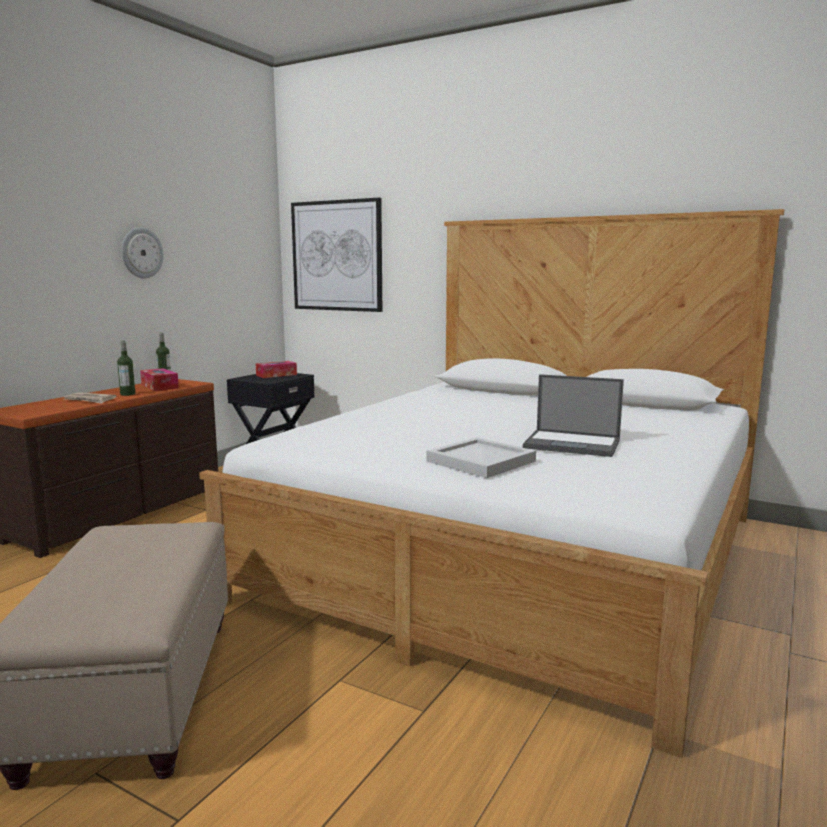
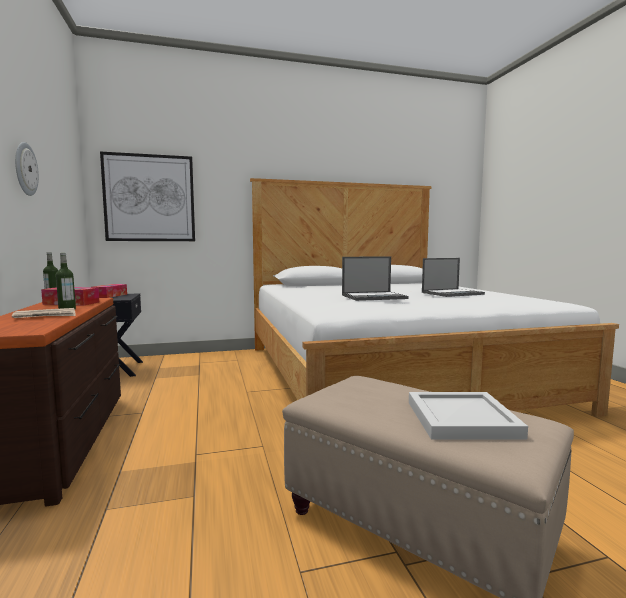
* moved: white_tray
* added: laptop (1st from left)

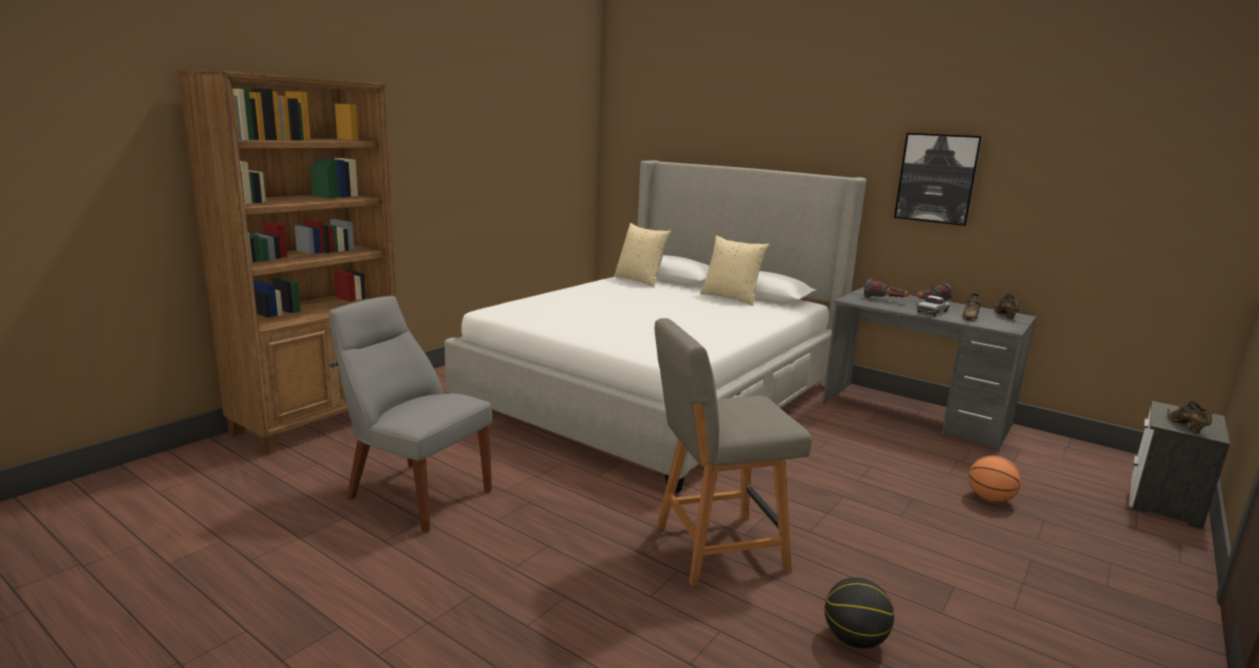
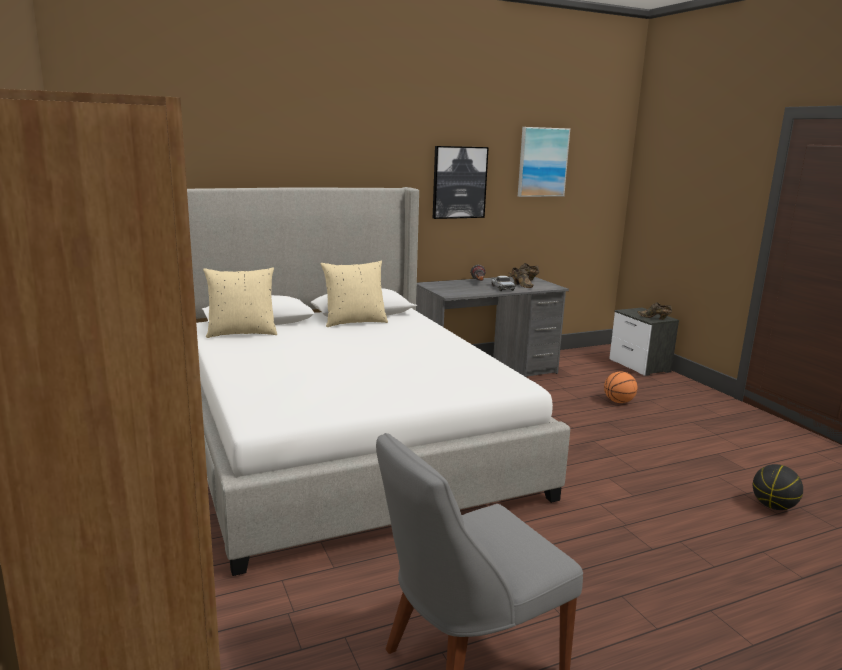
* removed: grey_chair (2nd from left)
* removed: flashlight (1st from left)
* added: picture (2nd from left)

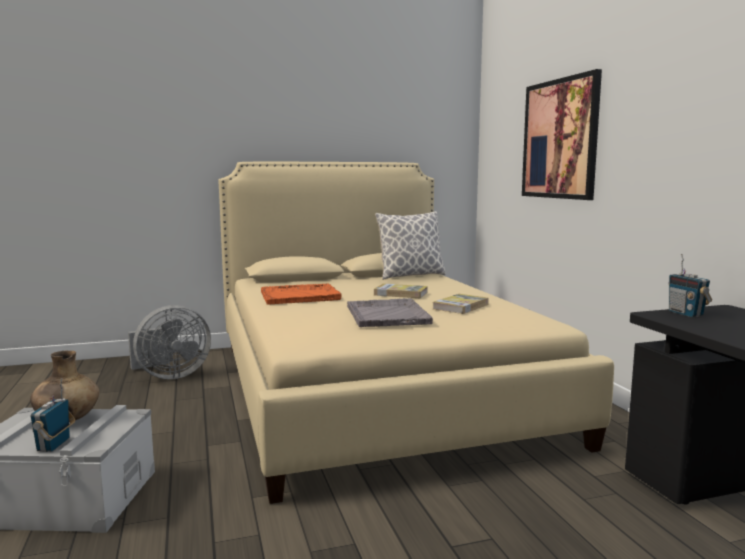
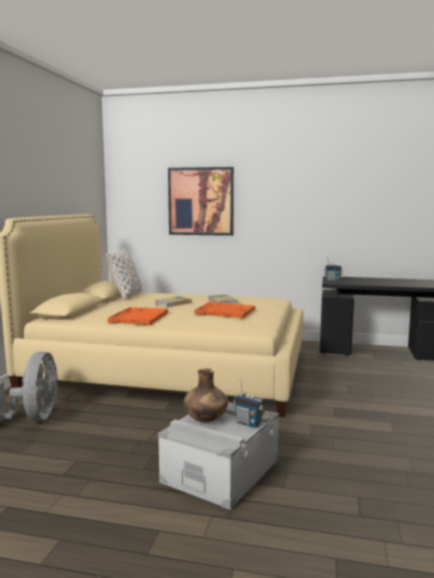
* recoloured: grey_tray to orange_tray (2nd from left)

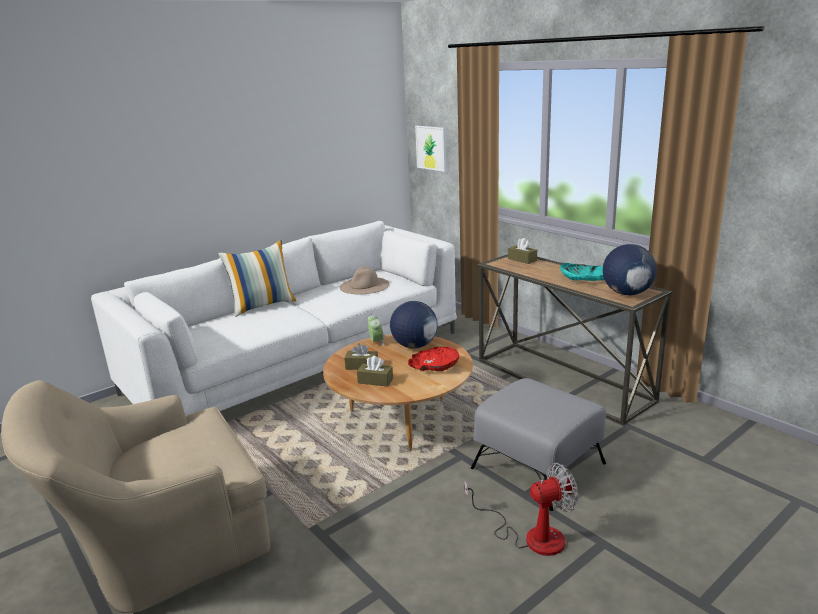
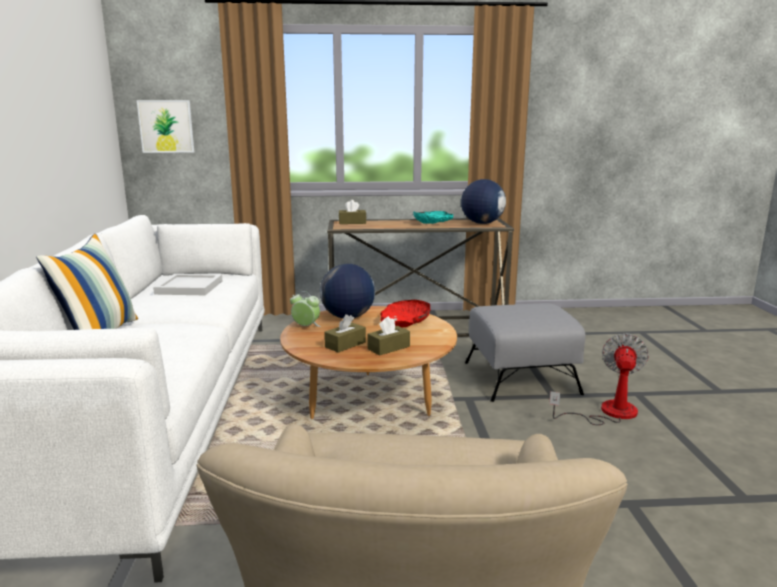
* replaced: beige_hat to white_tray

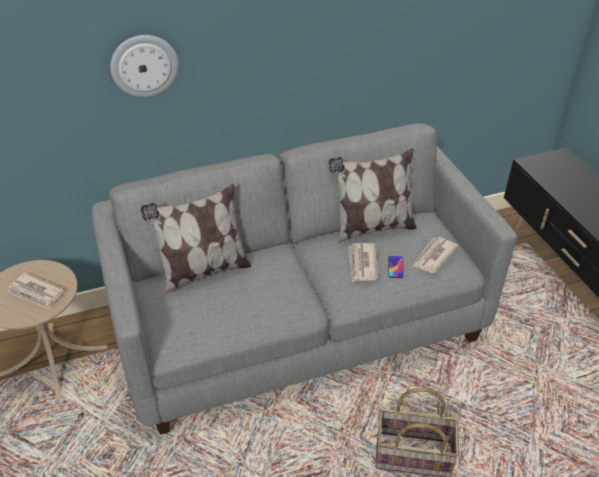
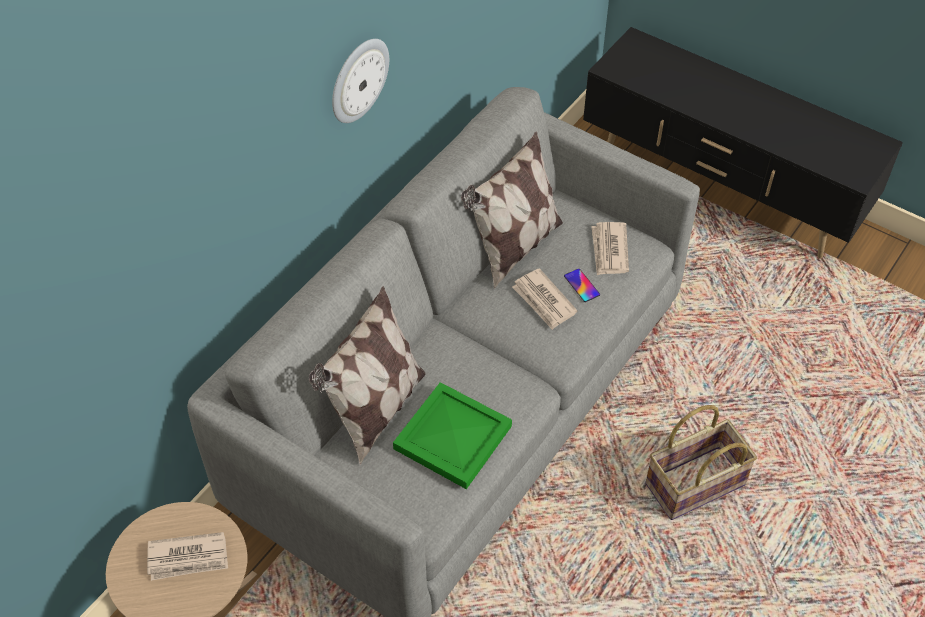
* moved: wall_clock
* added: green_tray

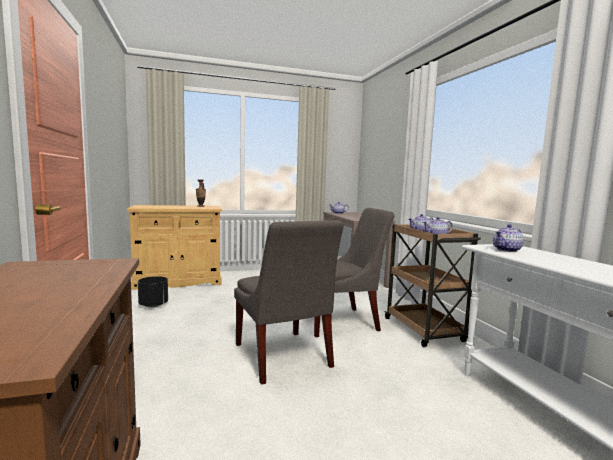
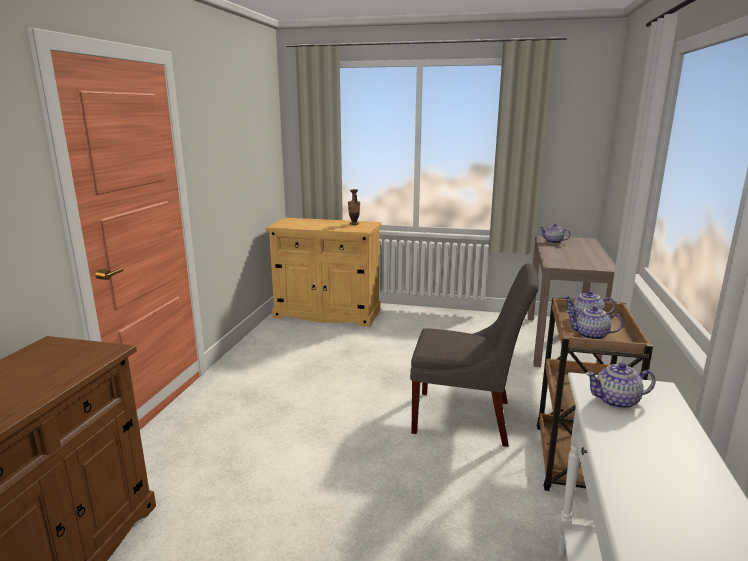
* removed: black_planter
* removed: grey_chair (1st from left)

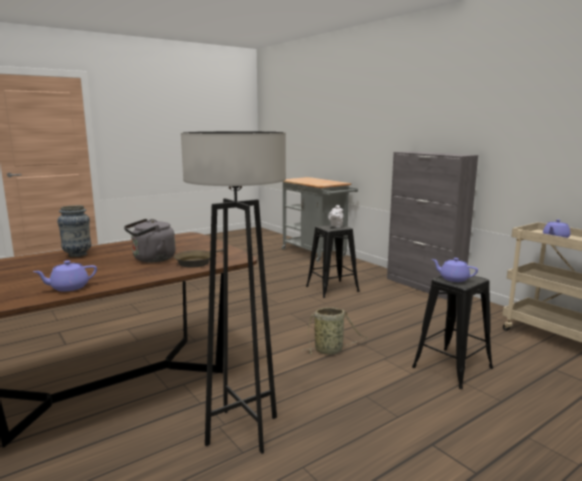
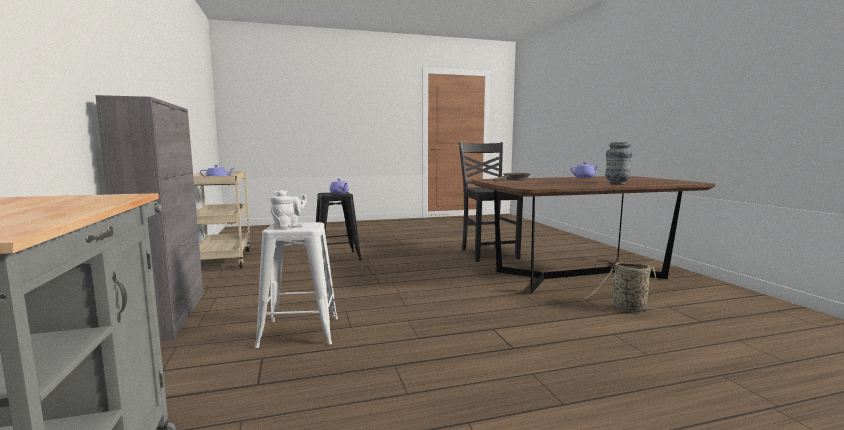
* removed: grey_kettle
* replaced: grey_floor_lamp to black_chair
* moved: basket
* recoloured: black_stool (1st from left) to white_stool

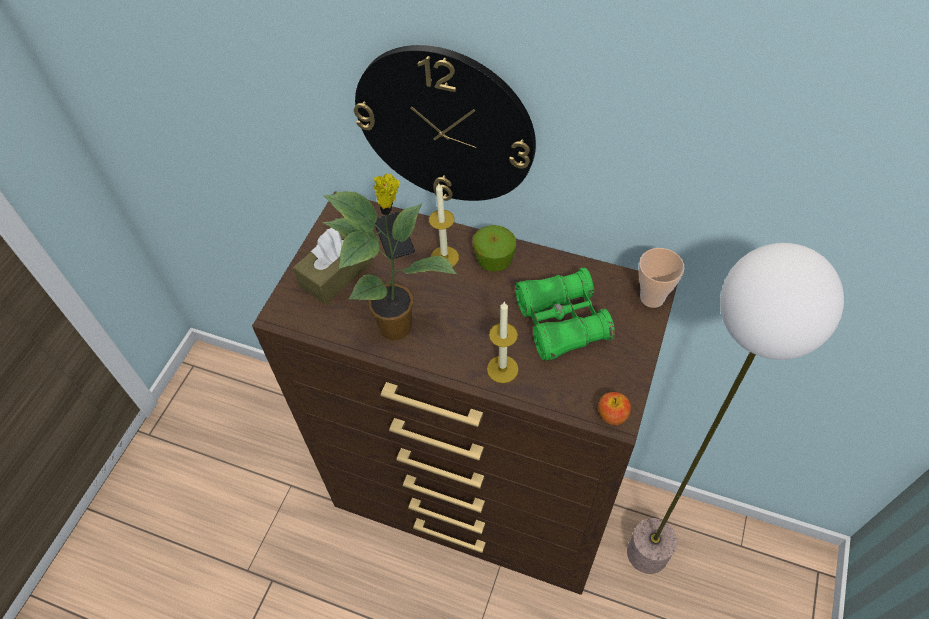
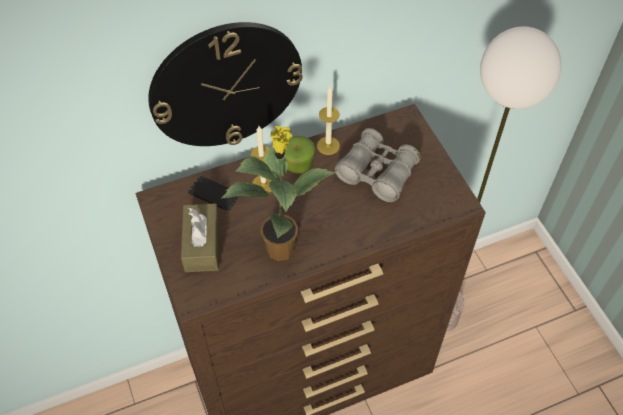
* moved: candle (2nd from left)
* recoloured: green_binoculars to grey_binoculars
* removed: apple (2nd from left)
* removed: cup

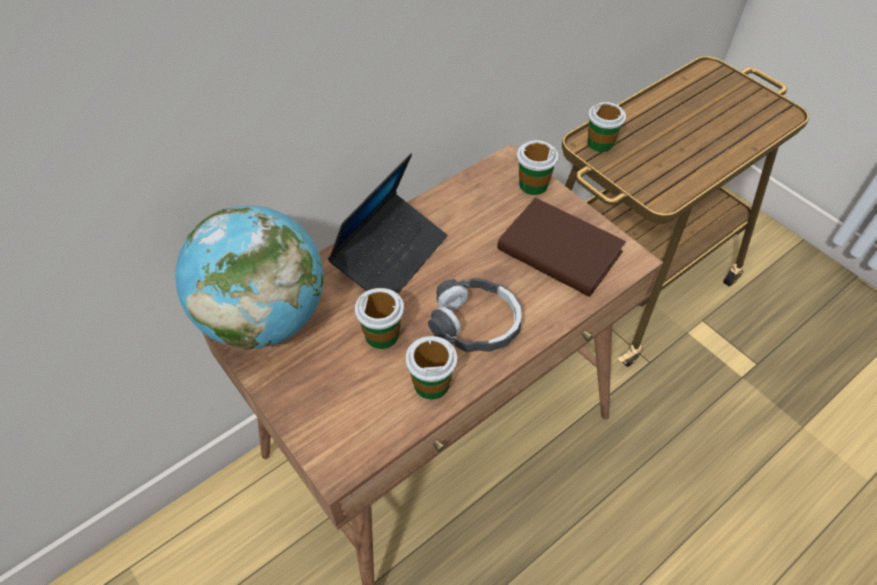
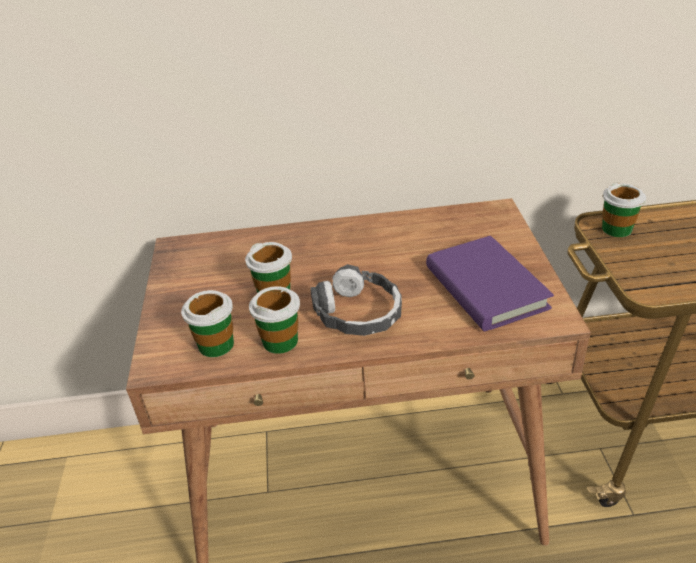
* removed: globe
* removed: laptop
* recoloured: brown_book to purple_book
* moved: cup (3rd from left in the first image) to cup (1st from left)

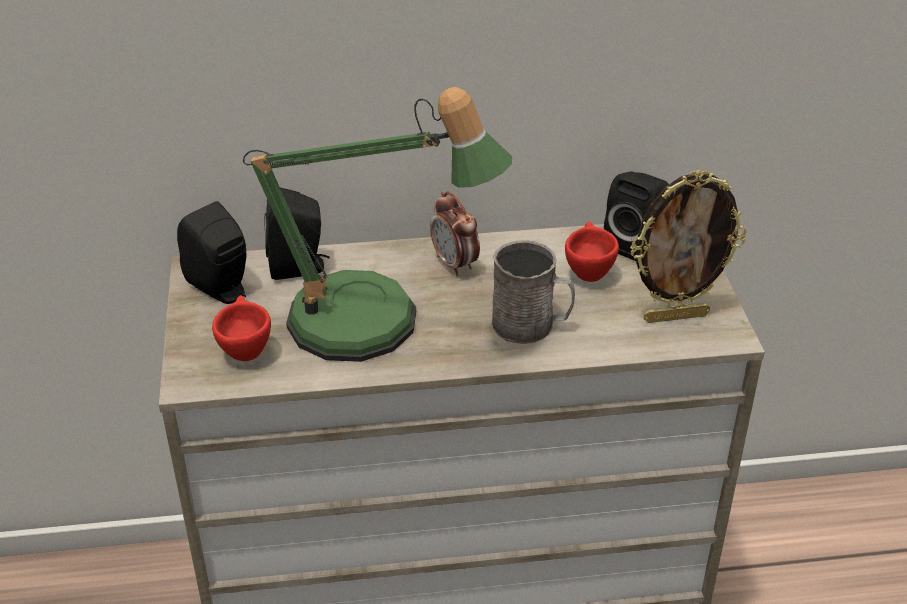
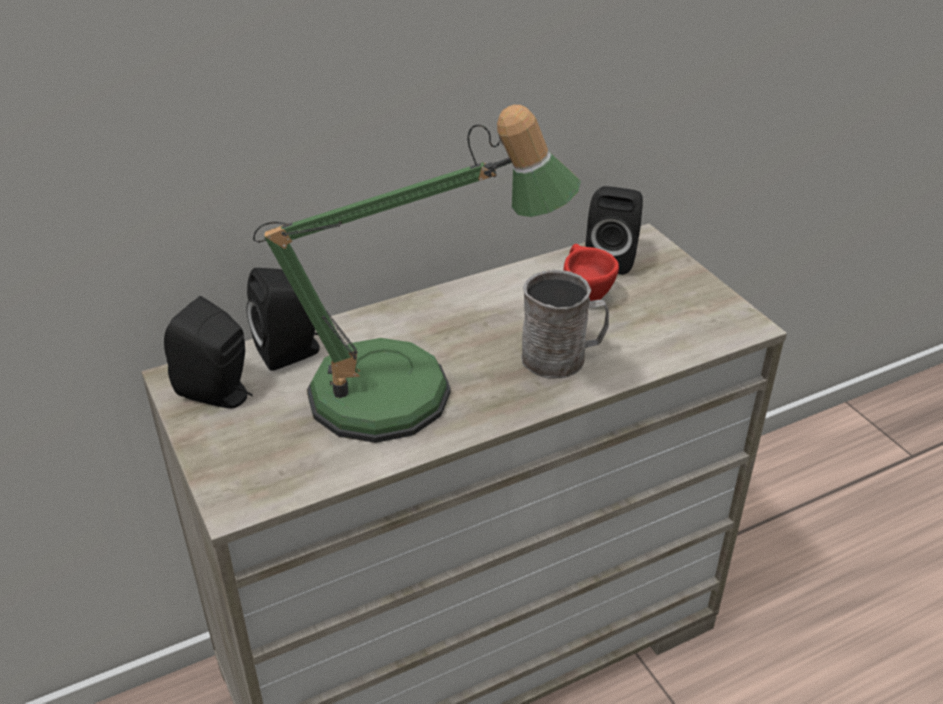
* removed: red_cup (1st from left)
* removed: alarm_clock
* removed: picture_frame

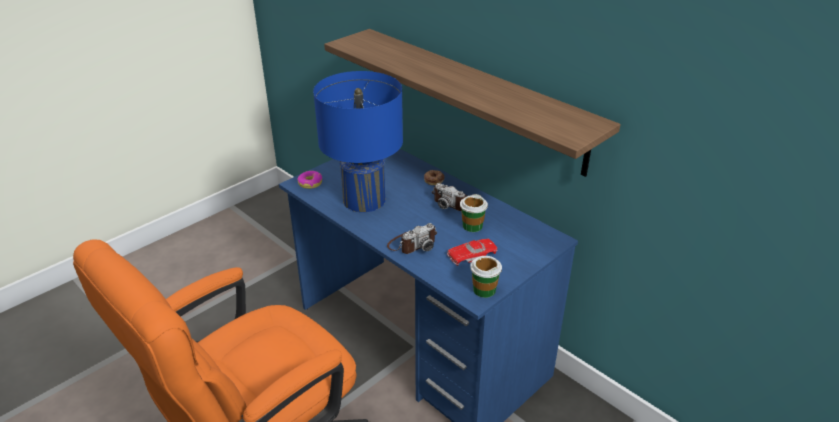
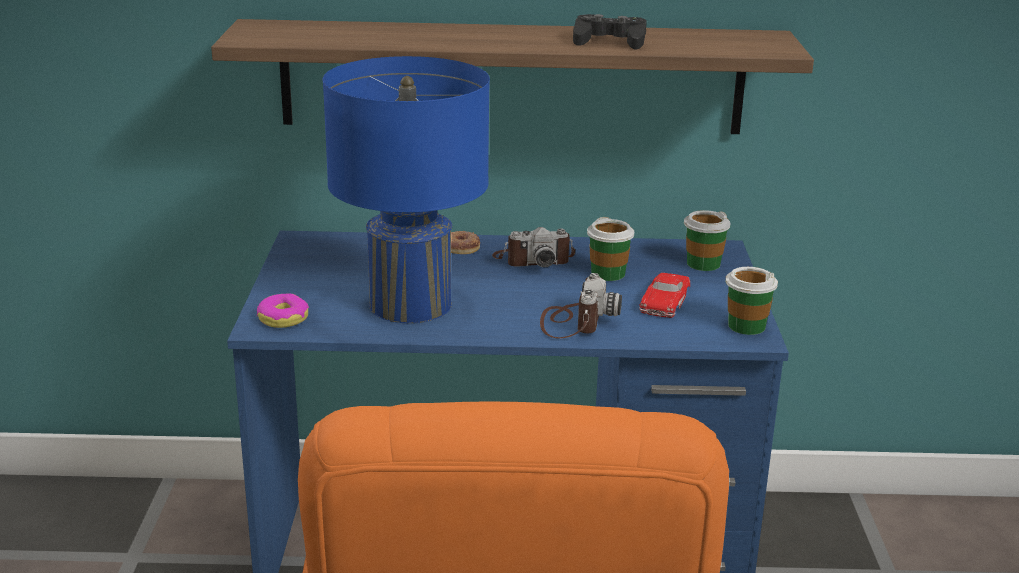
* added: black_game_controller
* added: cup (2nd from left)

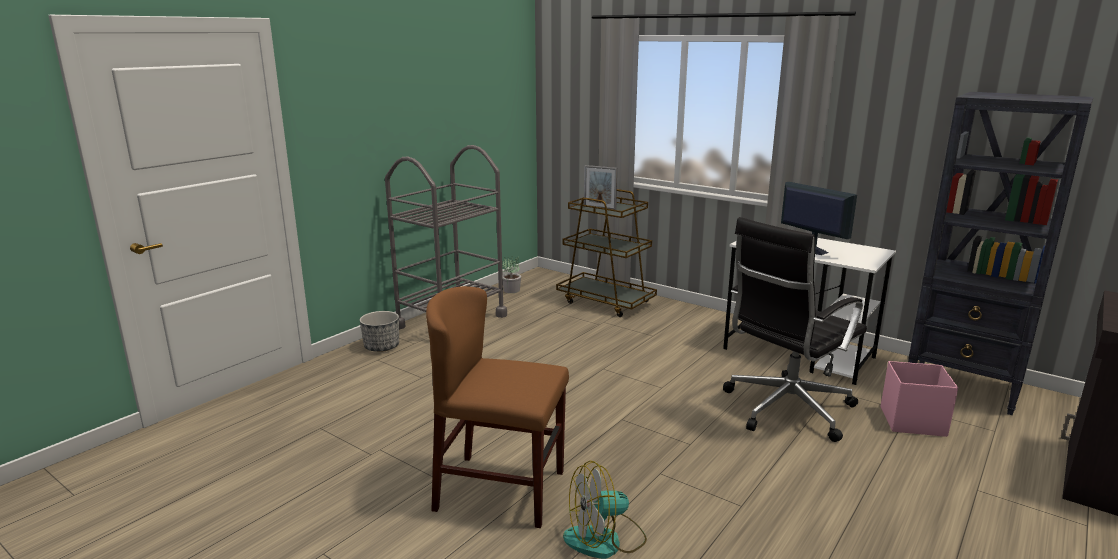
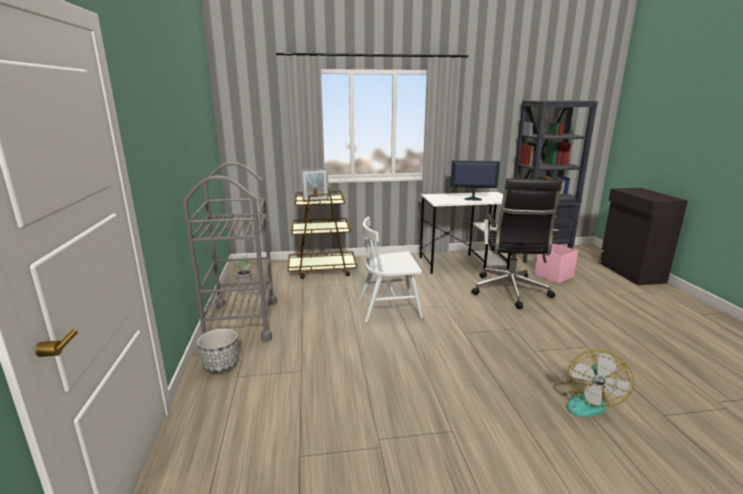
* removed: brown_chair
* added: white_chair

